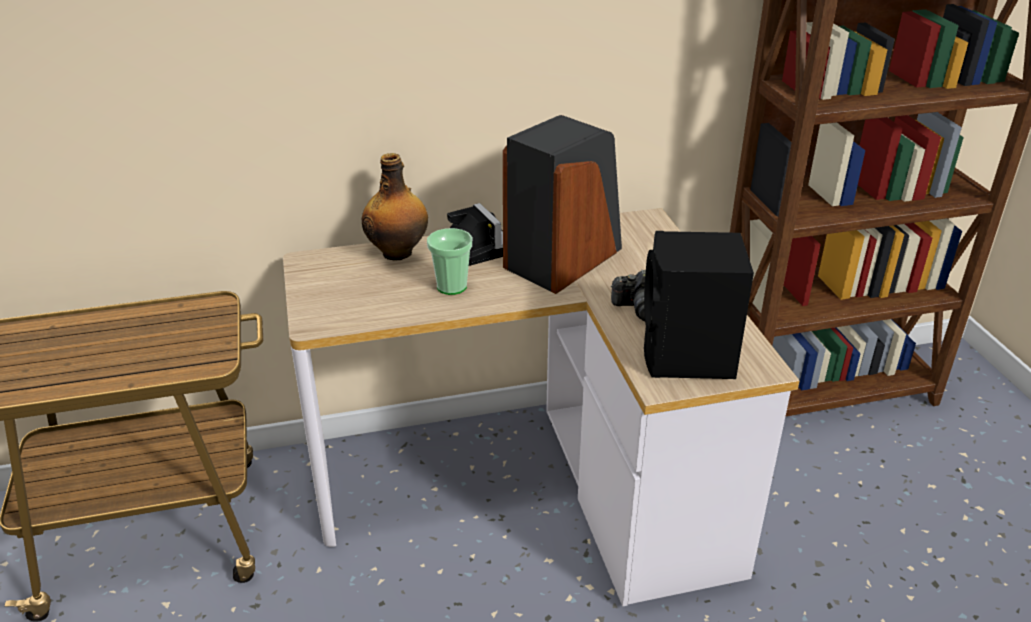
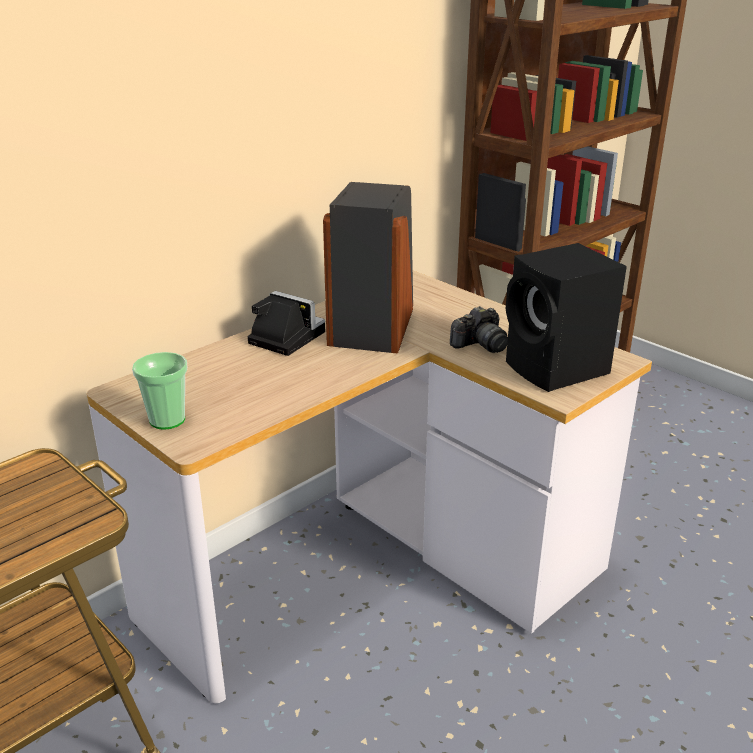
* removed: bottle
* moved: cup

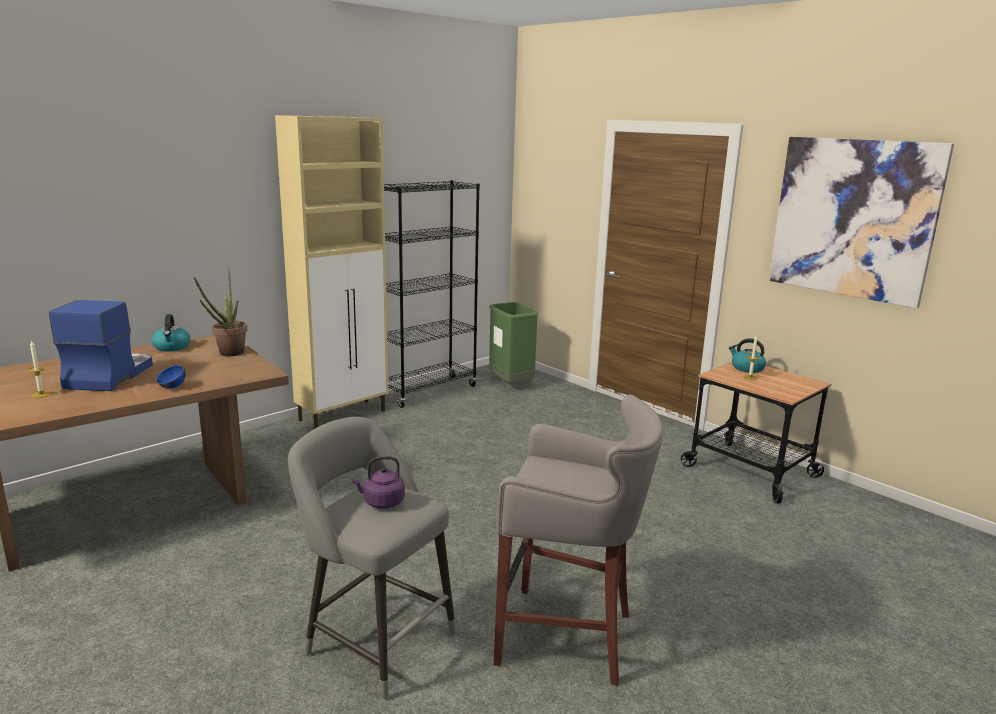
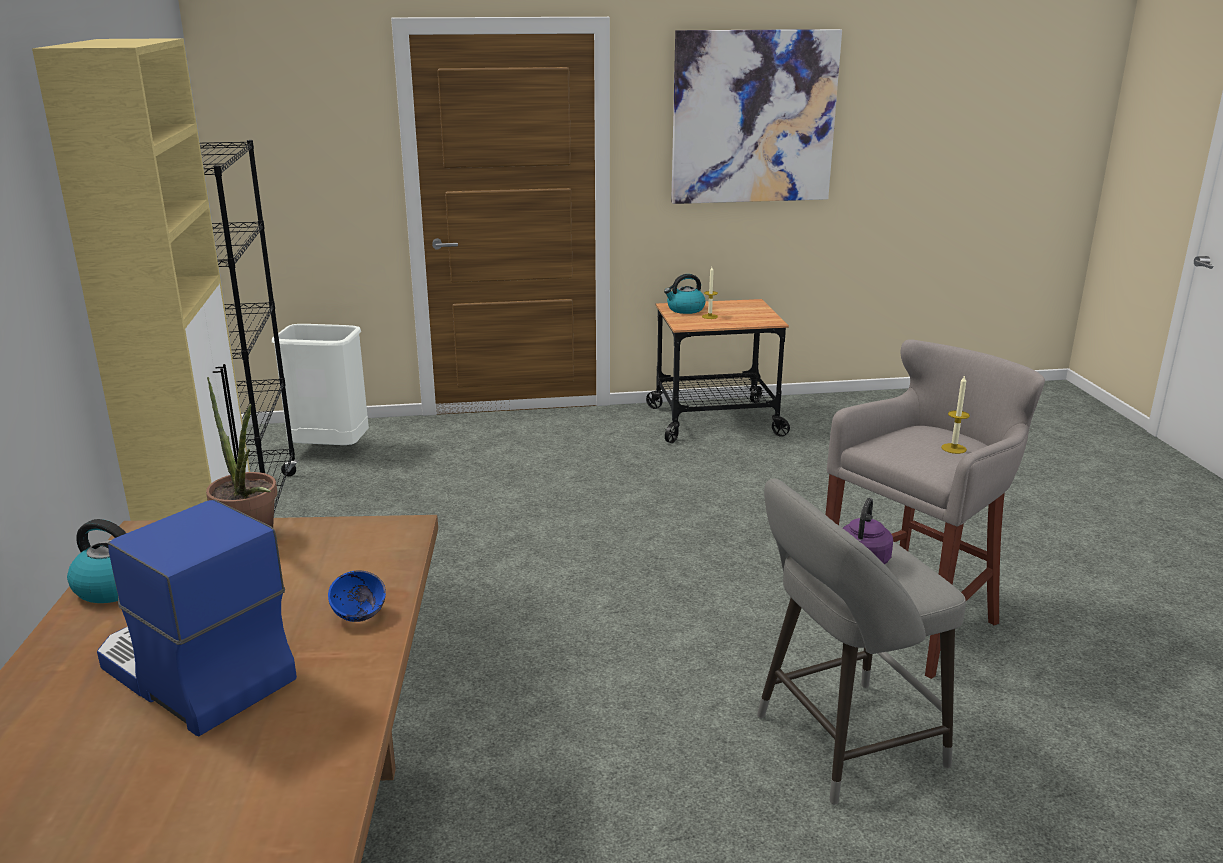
* moved: candle (1st from left in the first image) to candle (2nd from left)
* recoloured: green_trash_can to white_trash_can

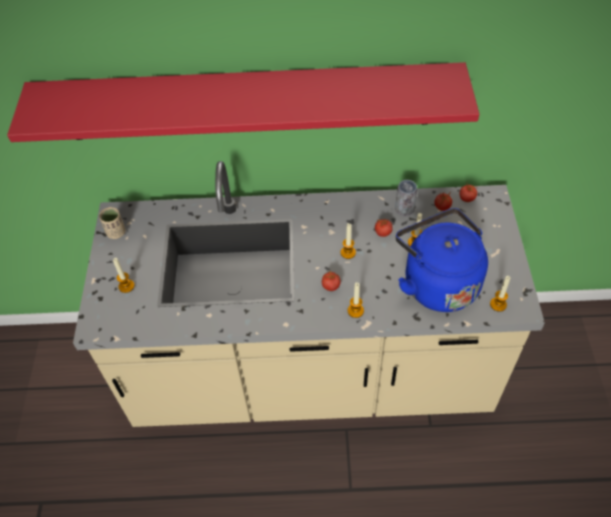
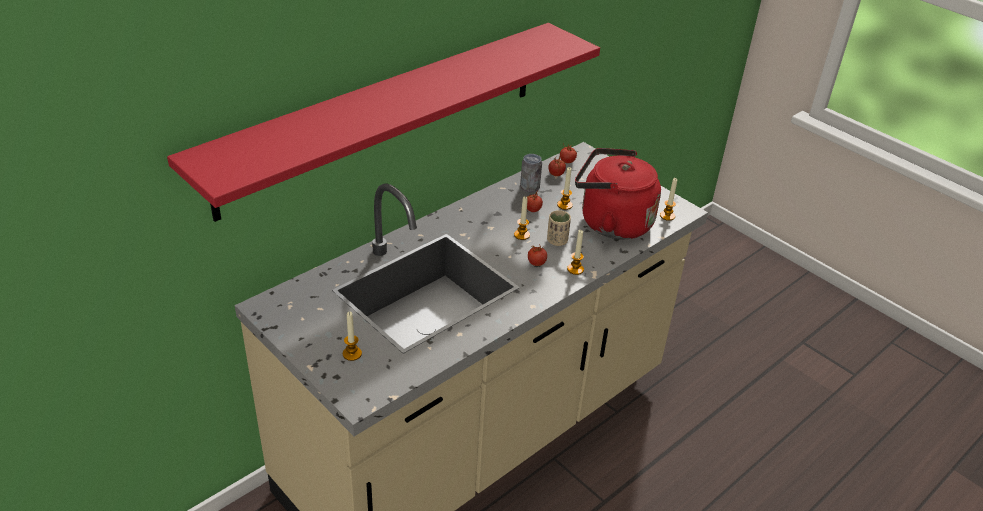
* moved: beige_cup
* recoloured: blue_kettle to red_kettle

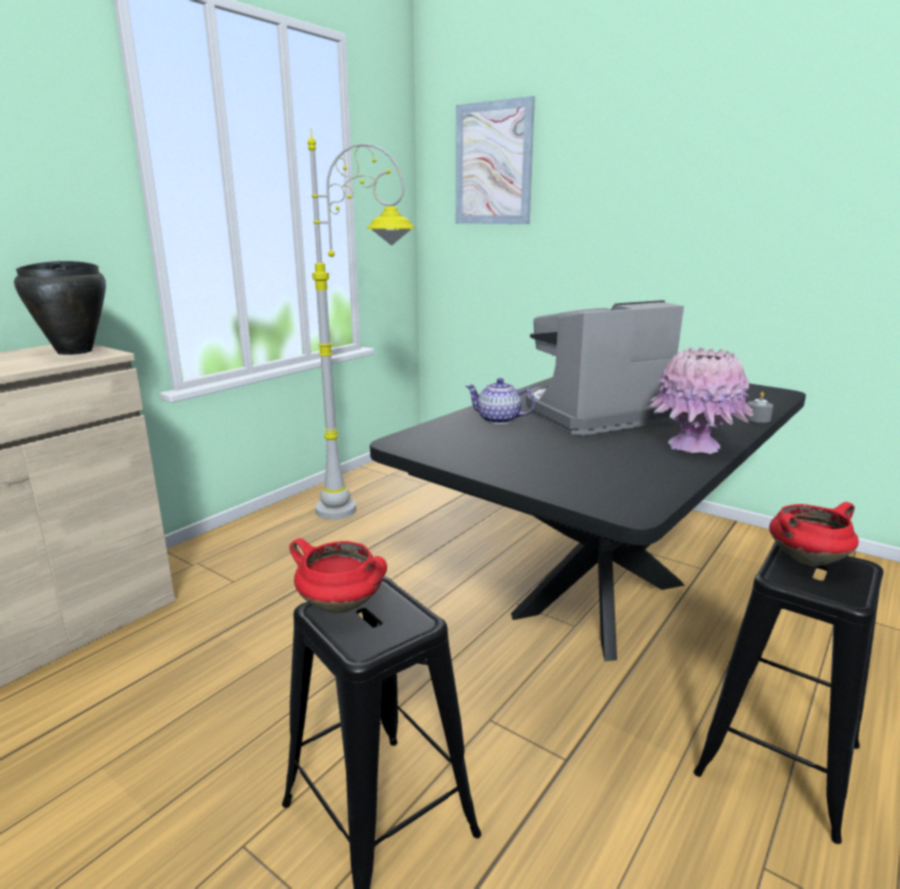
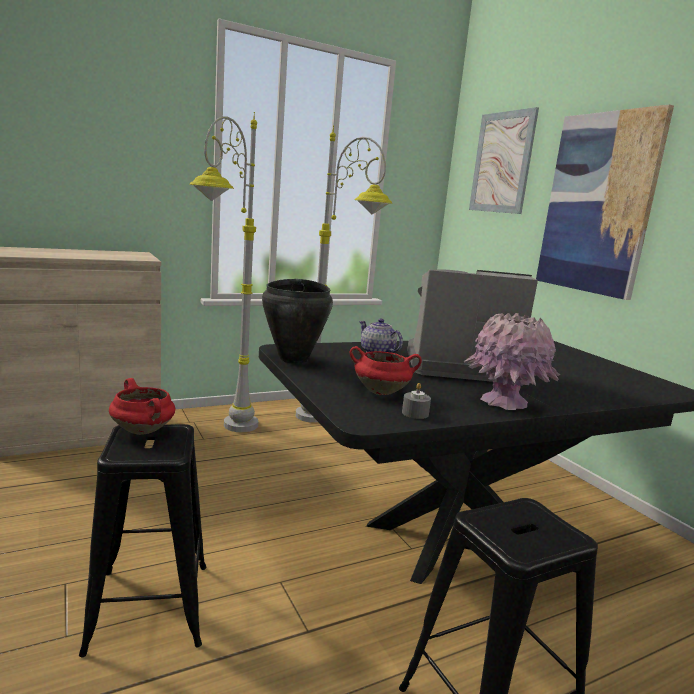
* moved: black_cooking_pot
* moved: grey_candle
* moved: red_cooking_pot (2nd from left)
* added: grey_floor_lamp (1st from left)
* added: picture (2nd from left)

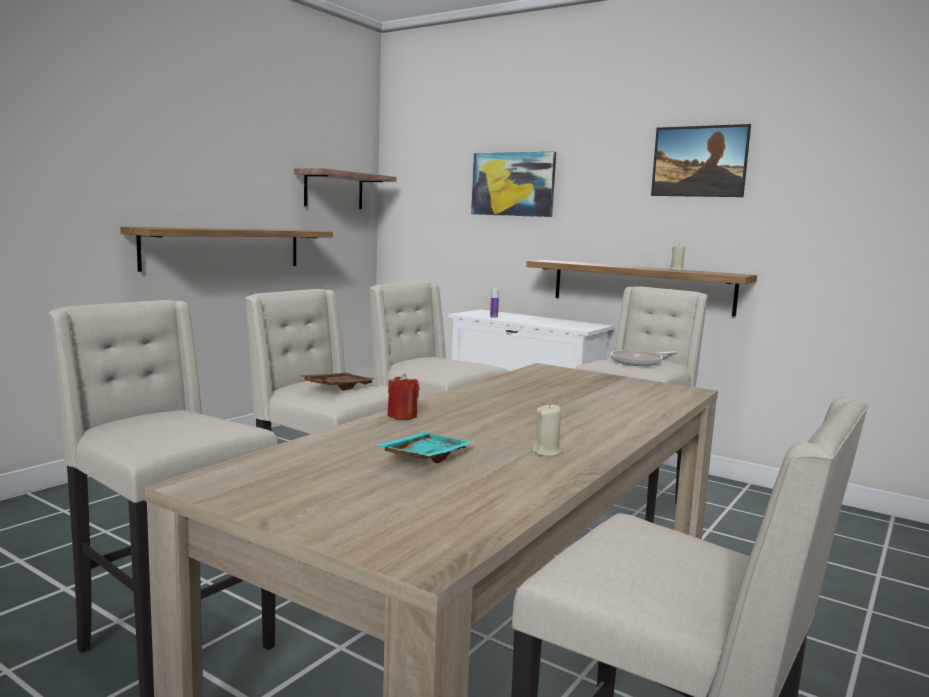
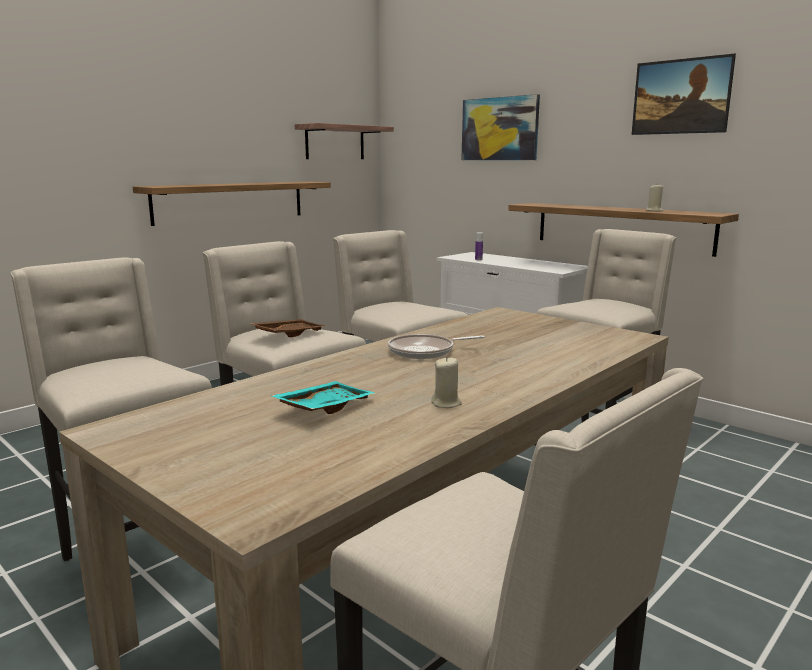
* removed: red_candle
* moved: frying_pan

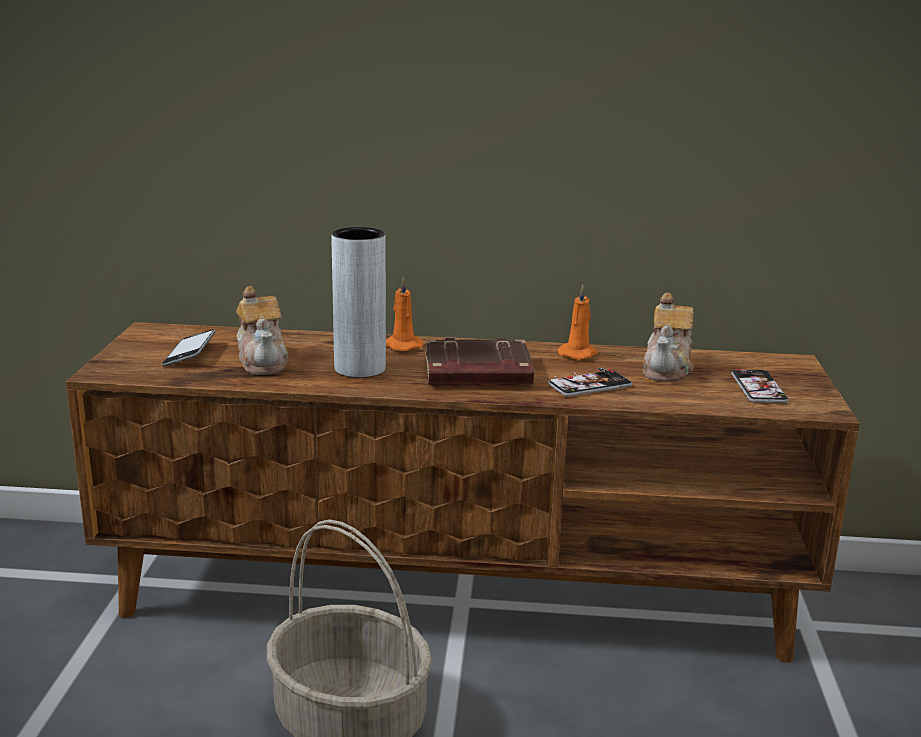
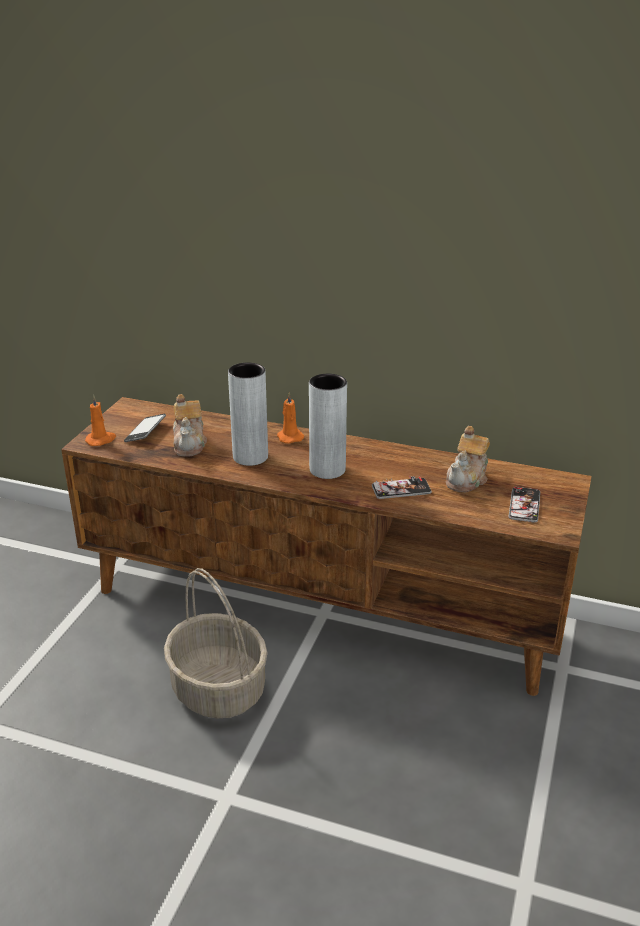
* replaced: brown_book to grey_vase (2nd from left)
* moved: orange_candle (2nd from left in the first image) to orange_candle (1st from left)

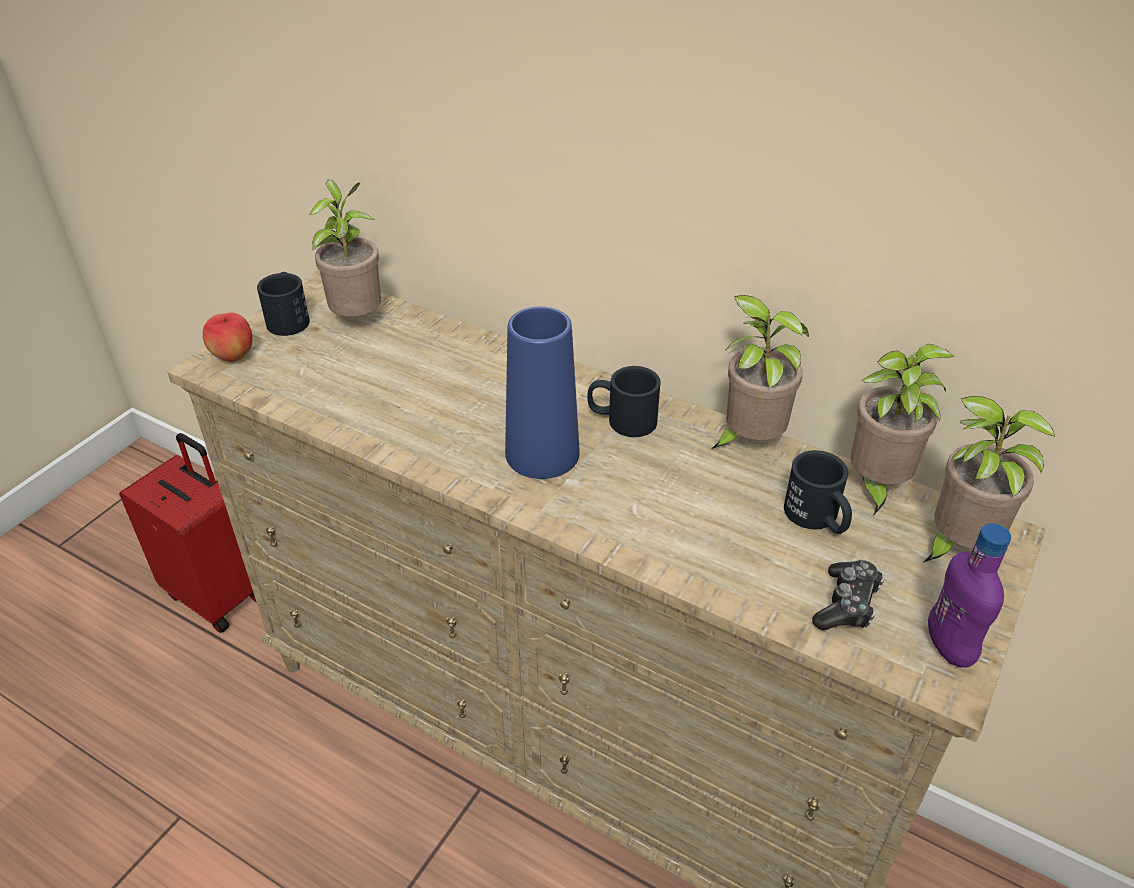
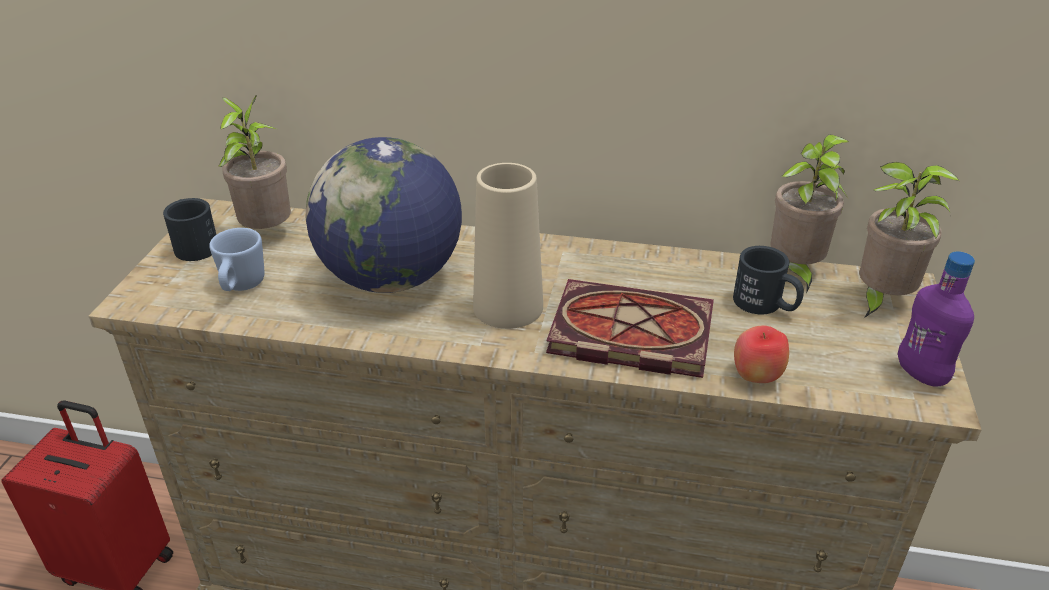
* moved: apple
* recoloured: blue_vase to beige_vase
* removed: black_mug (2nd from left)
* removed: potted_plant (2nd from left)
* removed: game_controller
* added: blue_mug
* added: globe
* added: book

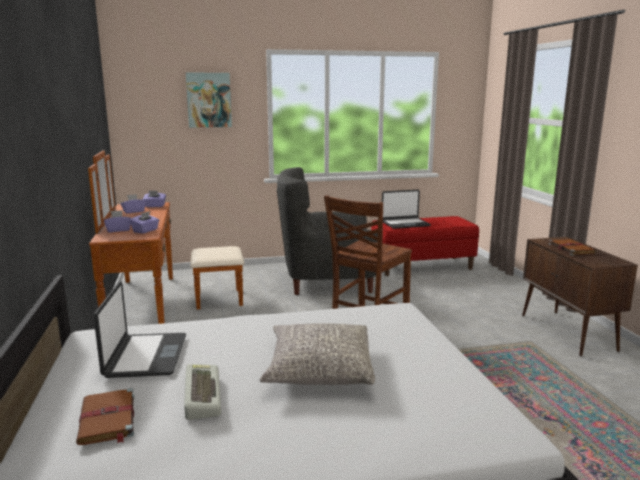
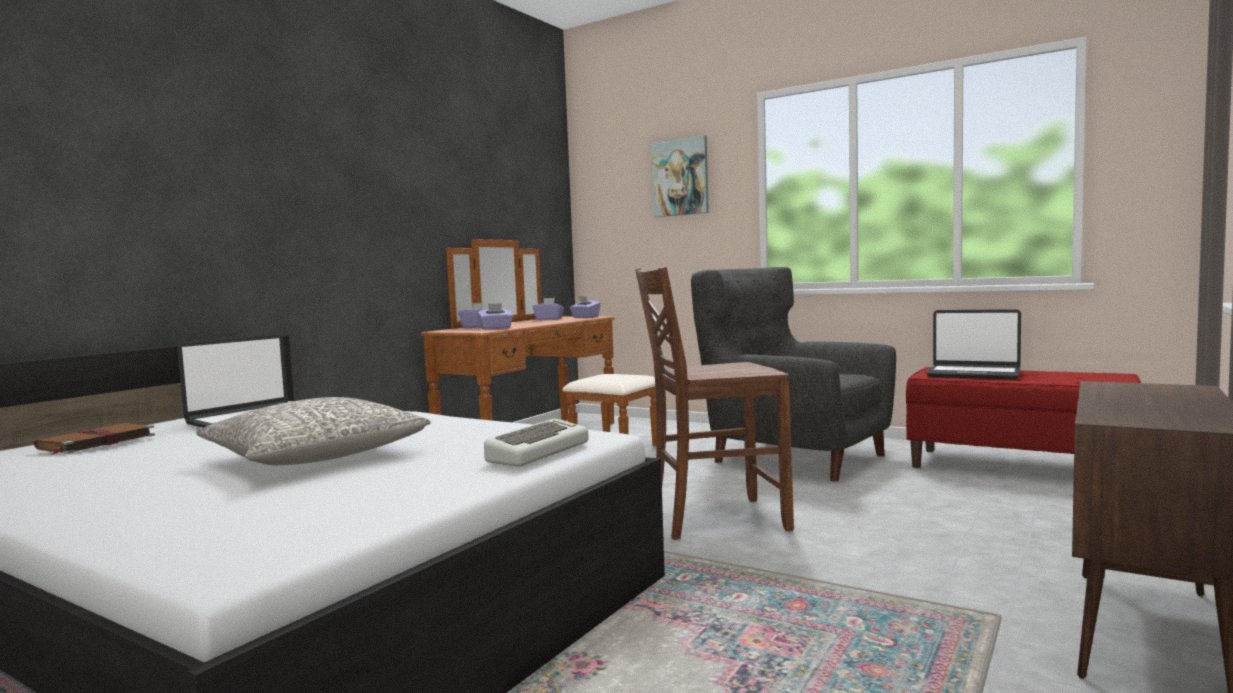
* moved: keyboard
* removed: brown_book (2nd from left)

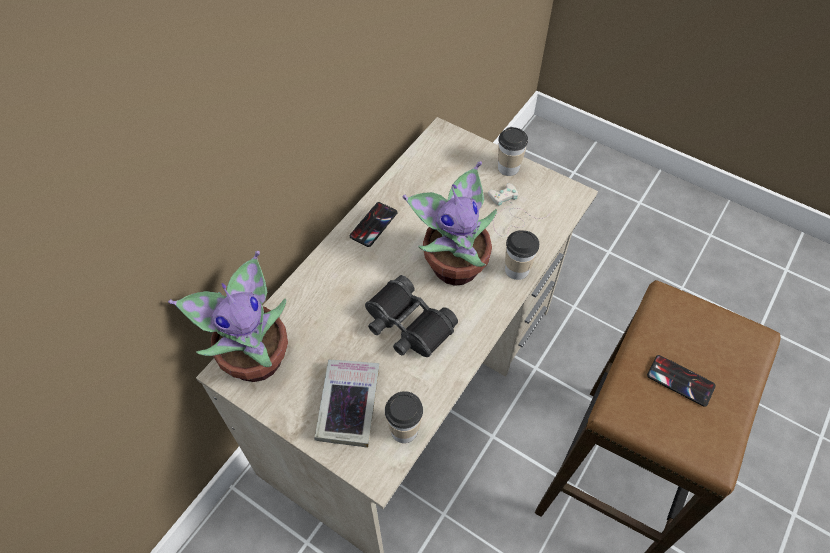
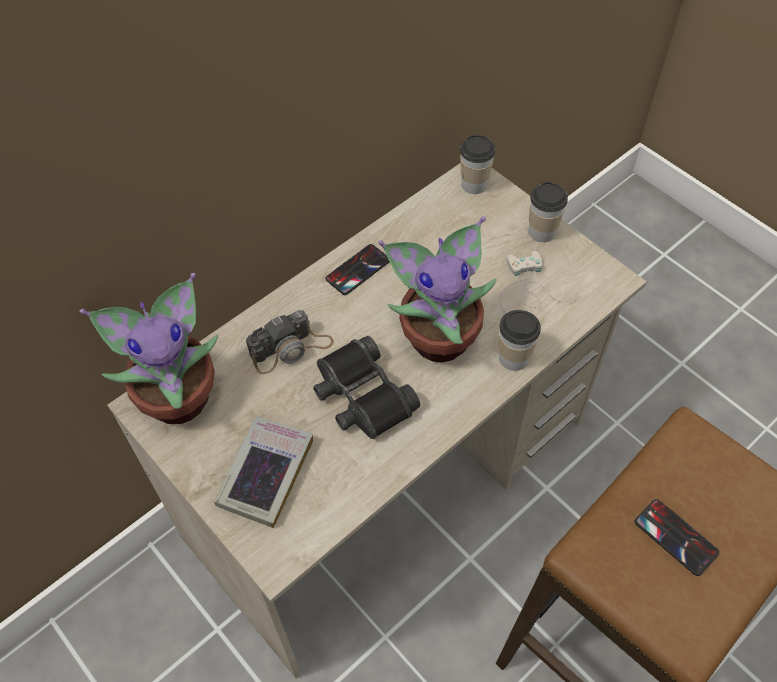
* moved: cup (1st from left)
* added: photo_camera

